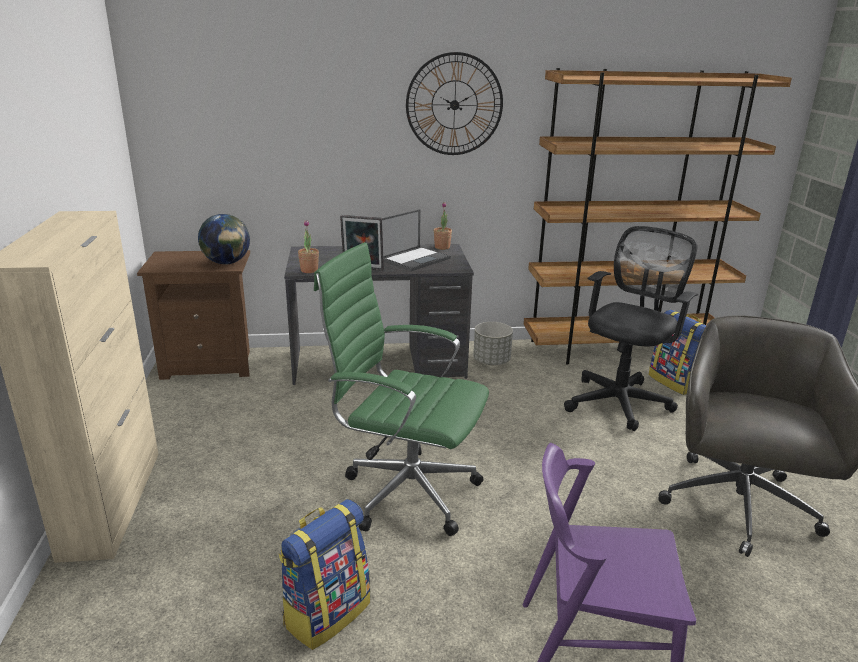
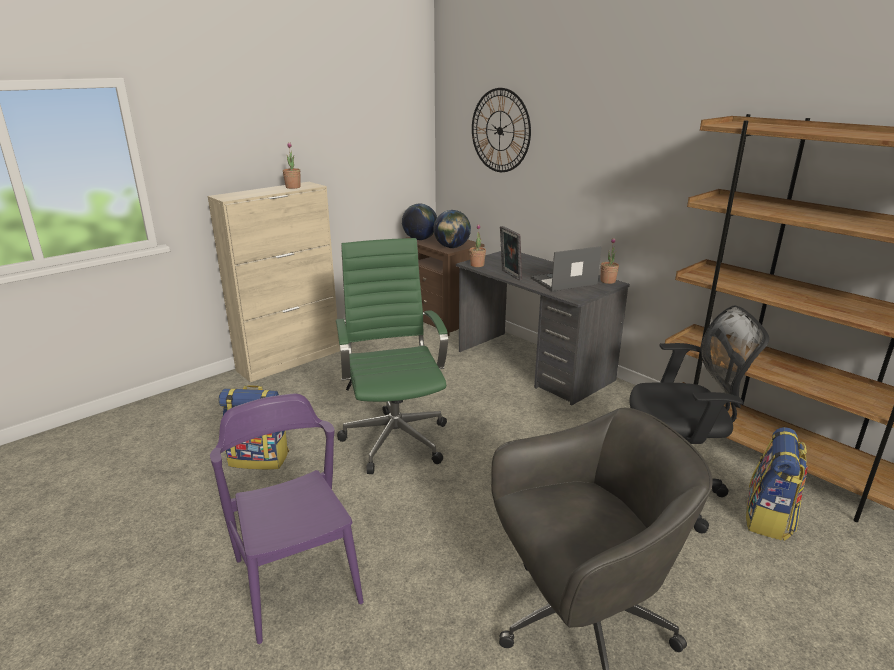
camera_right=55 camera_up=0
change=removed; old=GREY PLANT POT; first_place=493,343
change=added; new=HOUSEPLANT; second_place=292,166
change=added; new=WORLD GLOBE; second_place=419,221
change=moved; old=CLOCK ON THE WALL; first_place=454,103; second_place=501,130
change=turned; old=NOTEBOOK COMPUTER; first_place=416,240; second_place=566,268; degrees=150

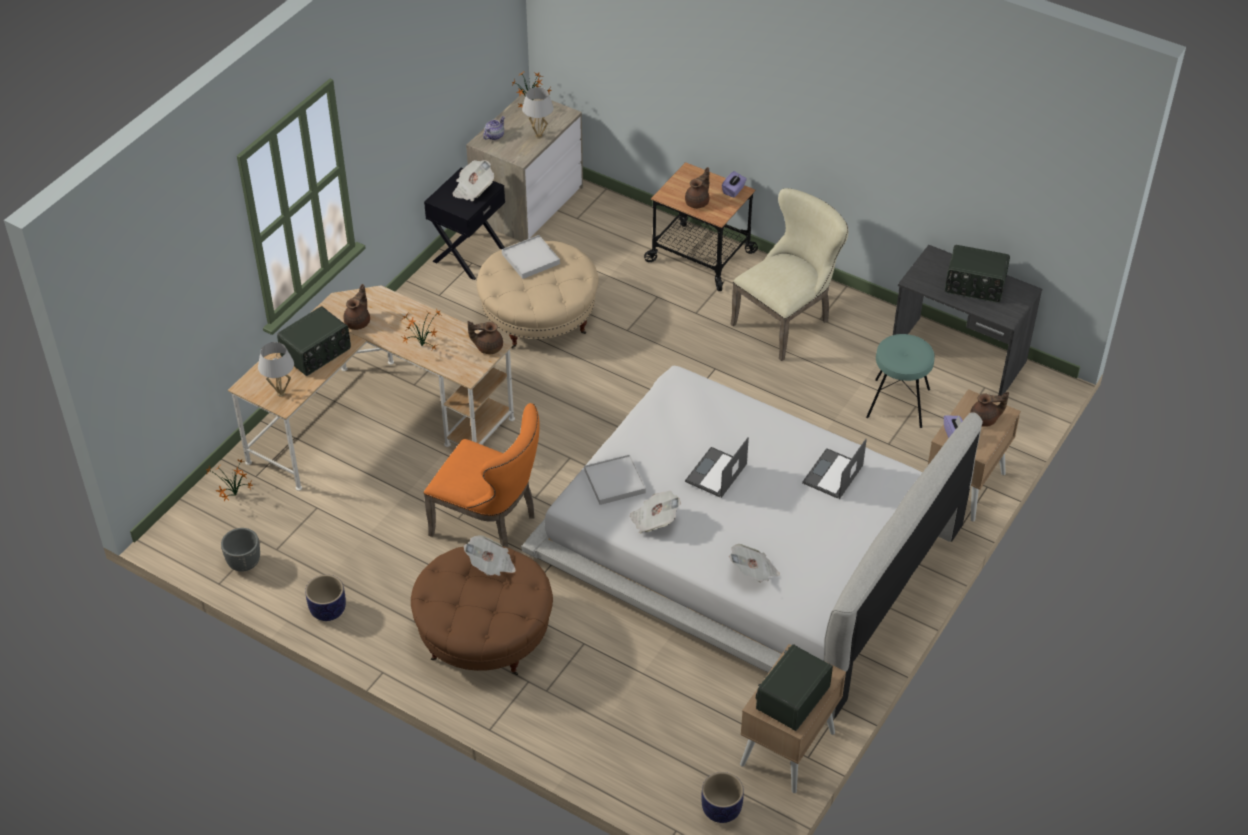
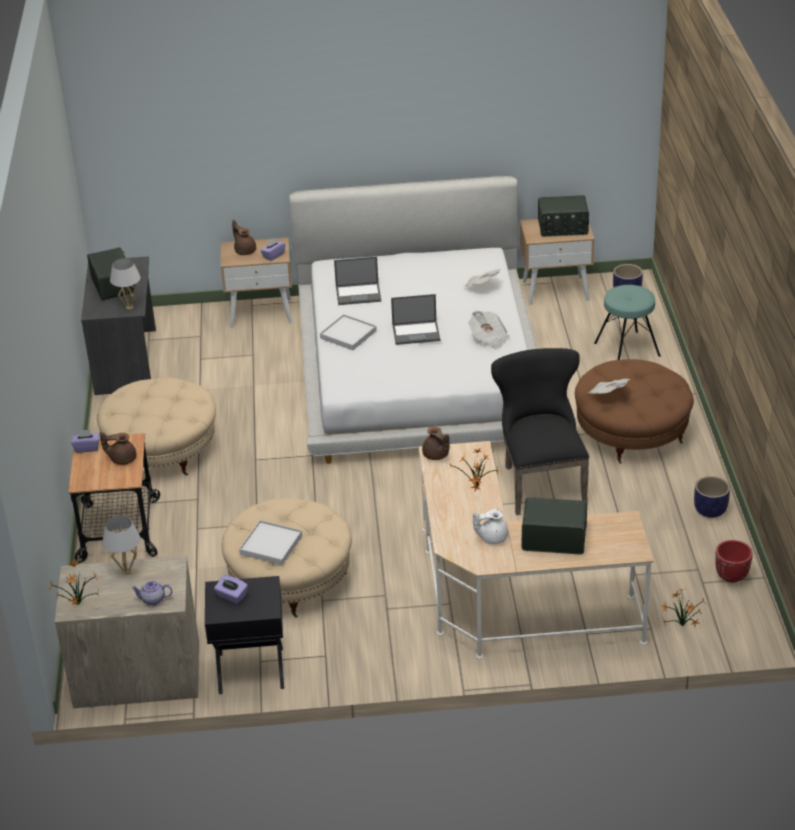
camera_right=-125 camera_up=-10
change=moved; old=WHITE-COLOURED TABLE LAMP; first_place=276,369; second_place=125,284
change=moved; old=WHITE-COLOURED SERVING TRAY; first_place=615,479; second_place=348,332
change=moved; old=TURQUOISE STOOL SEAT; first_place=900,381; second_place=627,322
change=replaced; old=NEWSPAPER; new=PURPLISH TISSUE HOLDER; first_place=473,180; second_place=231,589
change=replaced; old=BEIGE CHAIR; new=BEIGE OTTOMAN; first_place=789,274; second_place=156,426
change=recoloured; old=GREY PLANT POT; new=RED-COLOURED PLANT POT; first_place=240,550; second_place=734,561
change=recoloured; old=BROWN-COLOURED TEAPOT; new=WHITE-COLOURED TEAPOT; first_place=357,307; second_place=490,526
change=recoloured; old=ORANGEY CHAIR; new=BLACK CHAIR; first_place=482,475; second_place=540,431

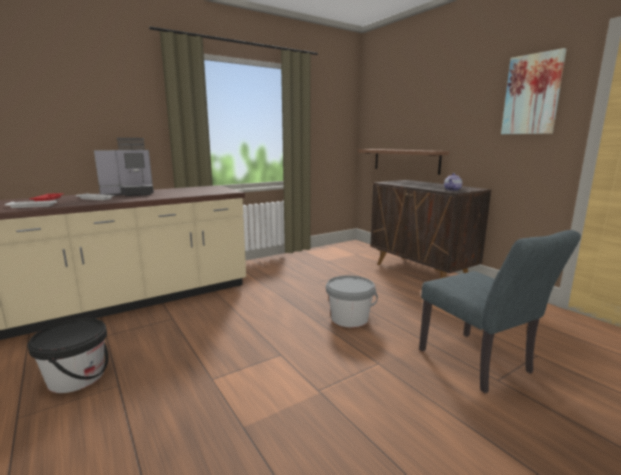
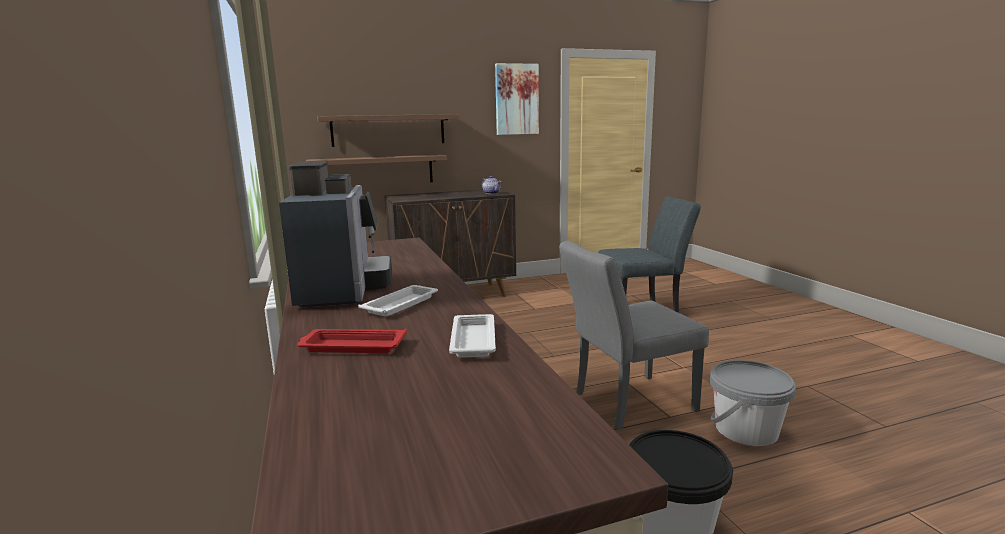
camera_right=-75 camera_up=0
change=added; new=SHELF; second_place=388,130
change=added; new=GREY CHAIR; second_place=634,335
change=moved; old=GREY PAIL; first_place=352,301; second_place=753,403

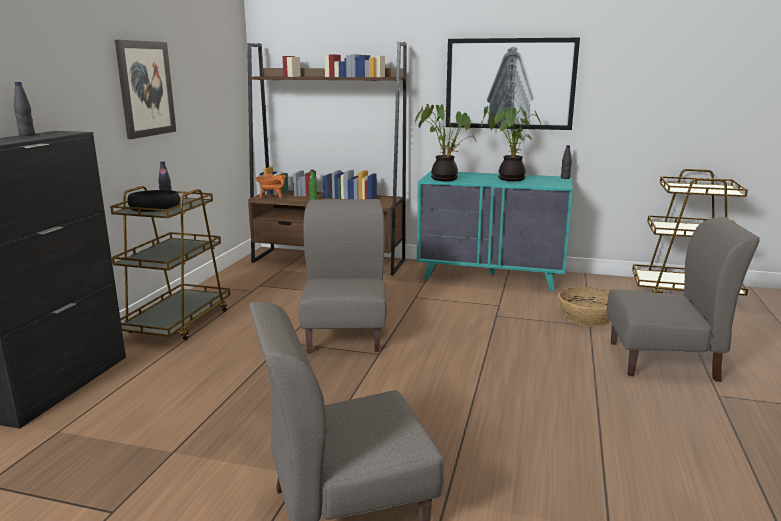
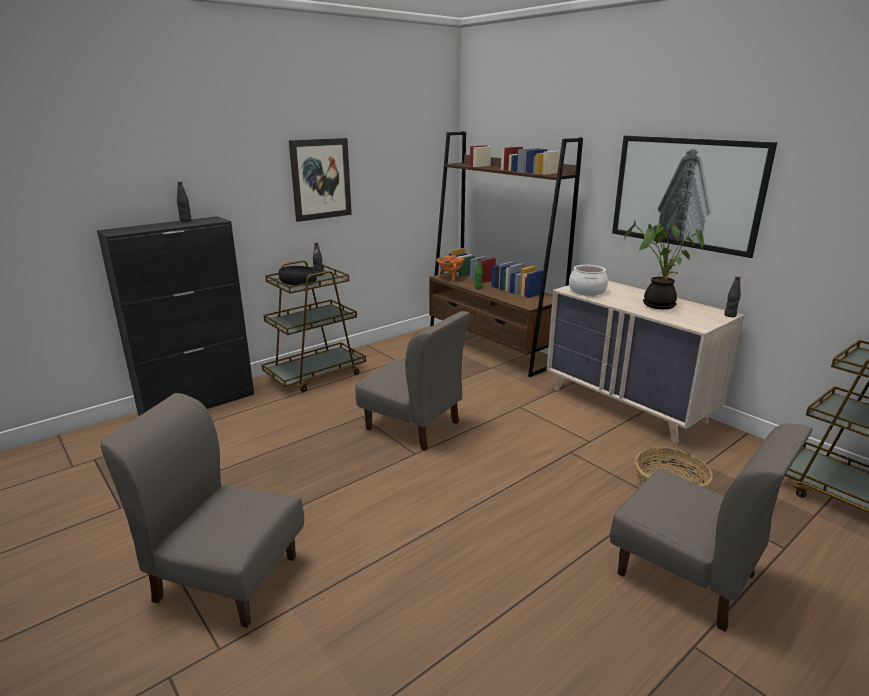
camera_right=35 camera_up=5
change=replaced; old=HOUSEPLANT; new=COOKING POT; first_place=445,142; second_place=588,280
change=recoloured; old=TURQUOISE DRESSER; new=BEIGE DRESSER; first_place=495,231; second_place=645,362
change=turned; old=GREY CHAIR; first_place=342,276; second_place=412,381; degrees=90

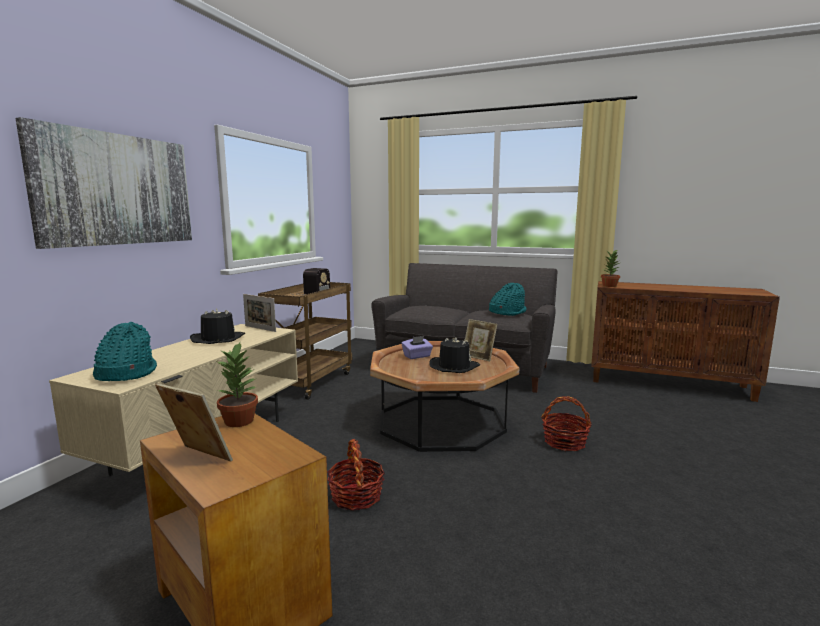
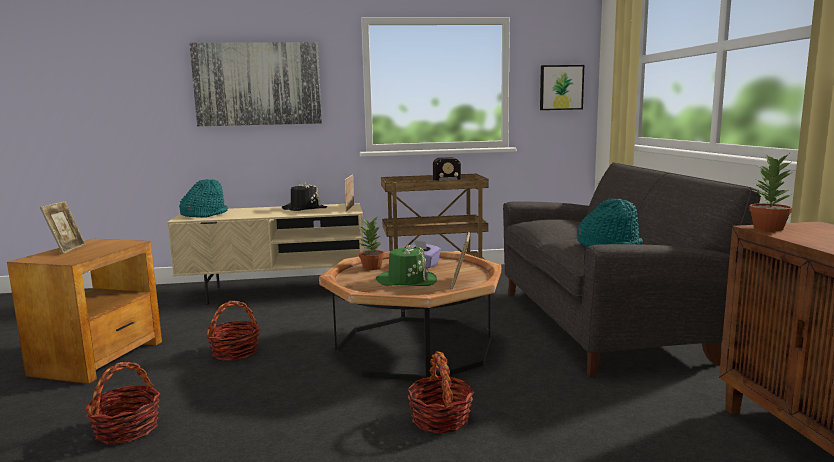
camera_right=60 camera_up=0
change=added; new=STORAGE BASKET; second_place=122,403
change=added; new=PICTURE; second_place=562,87
change=moved; old=HOUSEPLANT; first_place=237,384; second_place=371,243
change=recoloured; old=BLACK HAT; new=GREENISH HAT; first_place=454,355; second_place=406,265

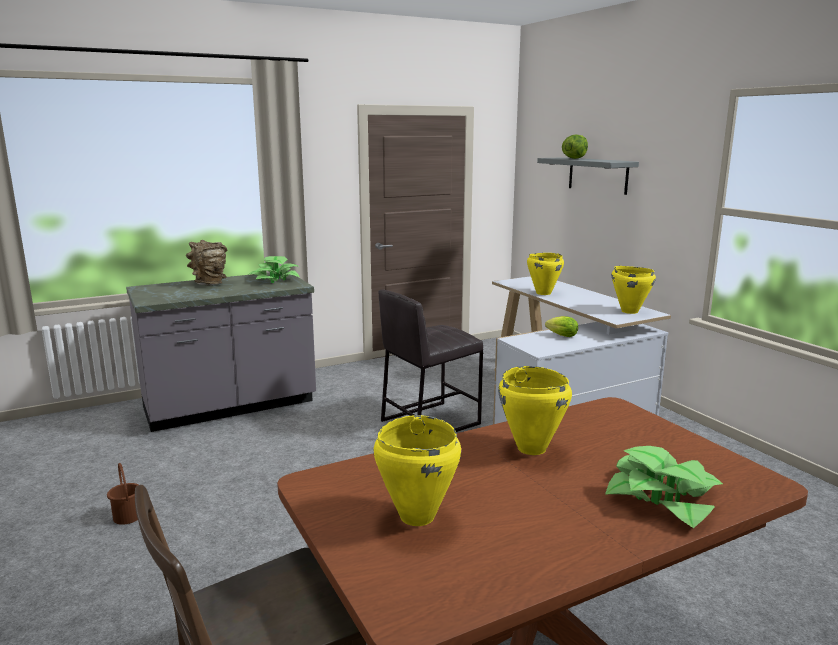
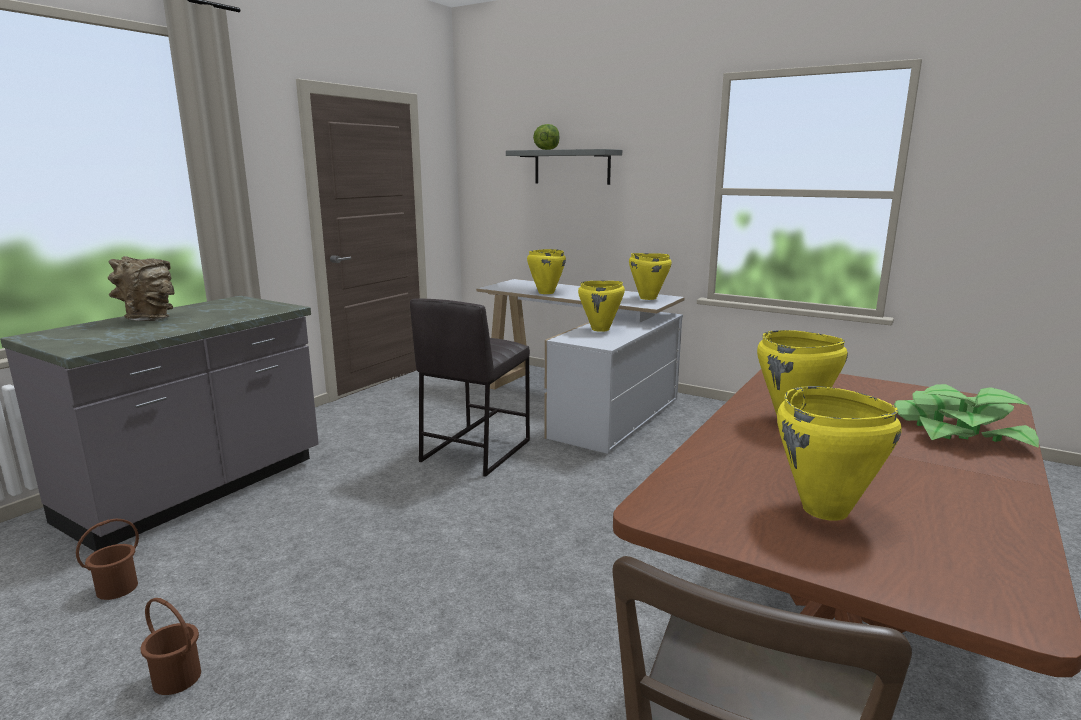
camera_right=-30 camera_up=0
change=removed; old=HOUSEPLANT; first_place=274,269
change=added; new=BROWN-COLOURED PAIL; second_place=107,559
change=replaced; old=LETTUCE; new=YELLOWISH COOKING POT; first_place=561,326; second_place=601,306

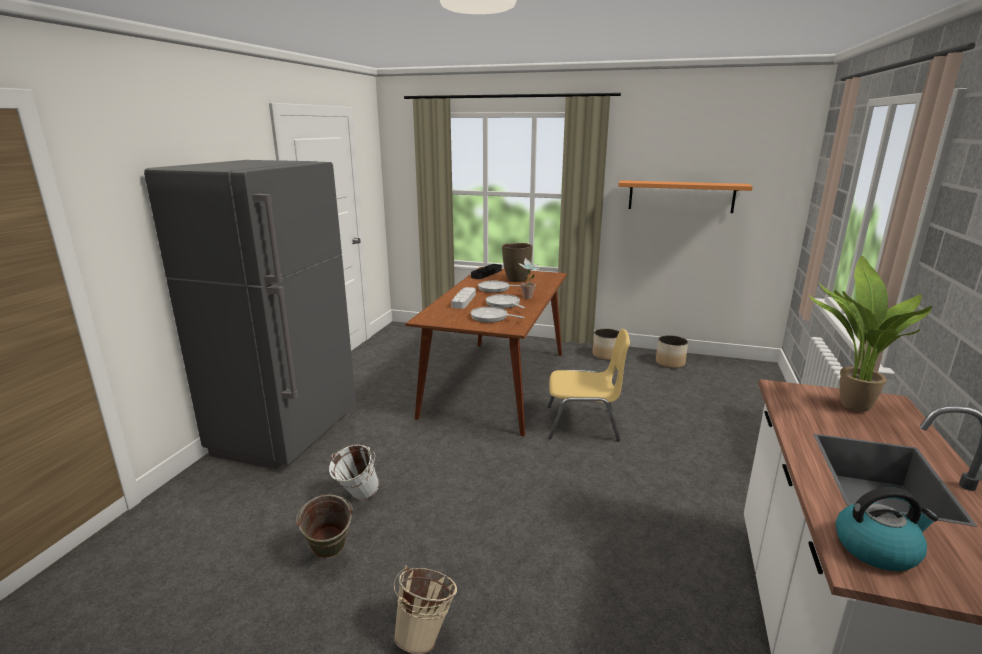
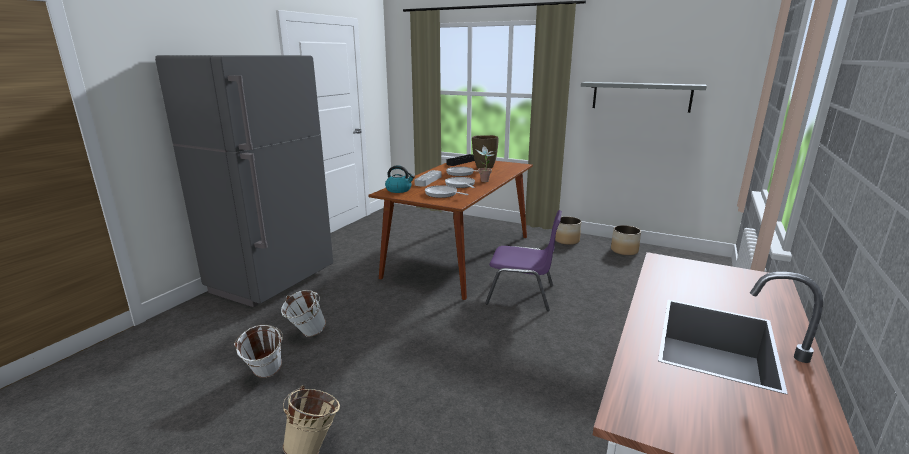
camera_right=10 camera_up=0
change=removed; old=HOUSEPLANT; first_place=870,334
change=moved; old=TEA KETTLE; first_place=887,529; second_place=400,179
change=recoloured; old=GREENISH PAIL; new=WHITE-COLOURED PAIL; first_place=324,526; second_place=258,351
change=recoloured; old=YELLOWISH CHAIR; new=PURPLISH CHAIR; first_place=588,385; second_place=523,260
change=recoloured; old=ORANGEY SHELF; new=GREY SHELF; first_place=685,196; second_place=644,97

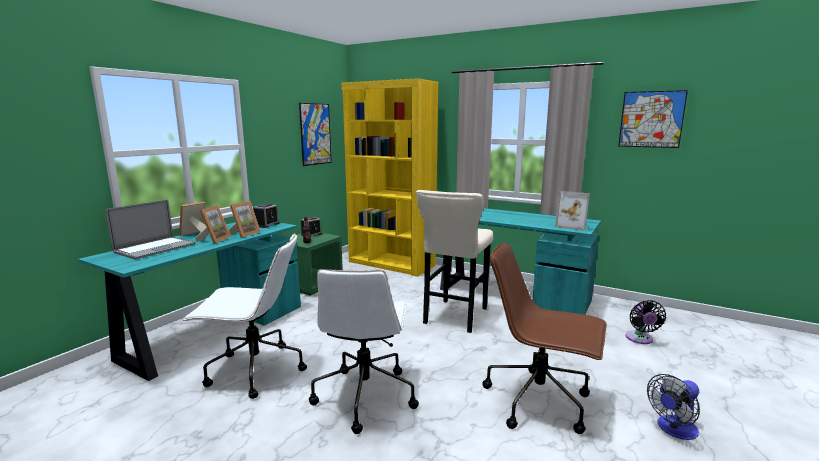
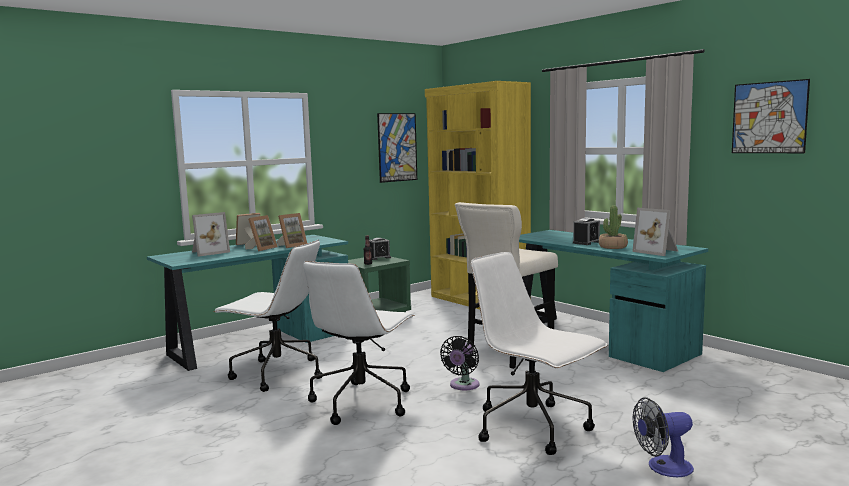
camera_right=20 camera_up=-5
change=added; new=HOUSEPLANT; second_place=613,227
change=moved; old=ALARM CLOCK; first_place=266,215; second_place=586,231
change=moved; old=BLACK FAN; first_place=646,322; second_place=459,363
change=replaced; old=NOTEBOOK COMPUTER; new=STANDING FRAME; first_place=150,229; second_place=211,234
change=recoloured; old=BROWN-COLOURED DESK CHAIR; new=WHITE-COLOURED DESK CHAIR; first_place=544,338; second_place=539,353

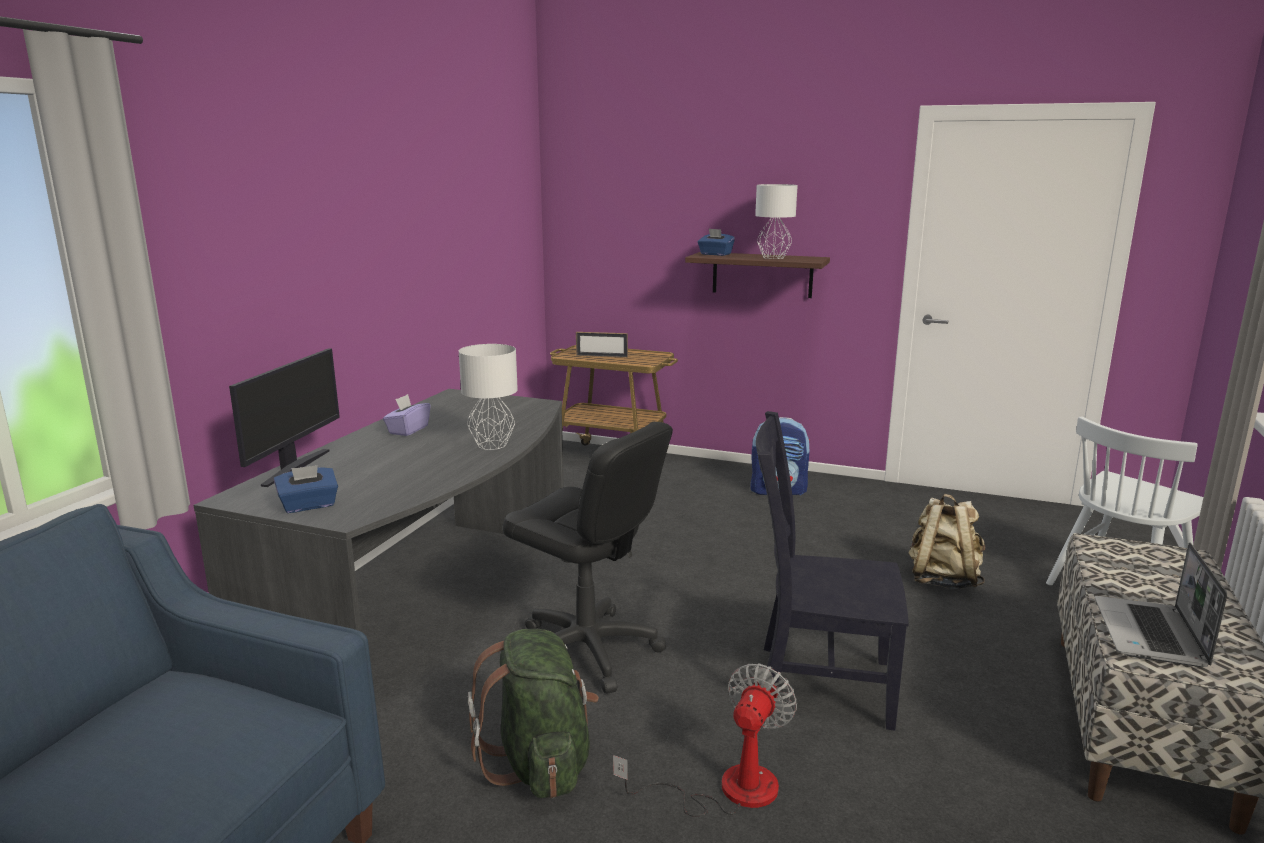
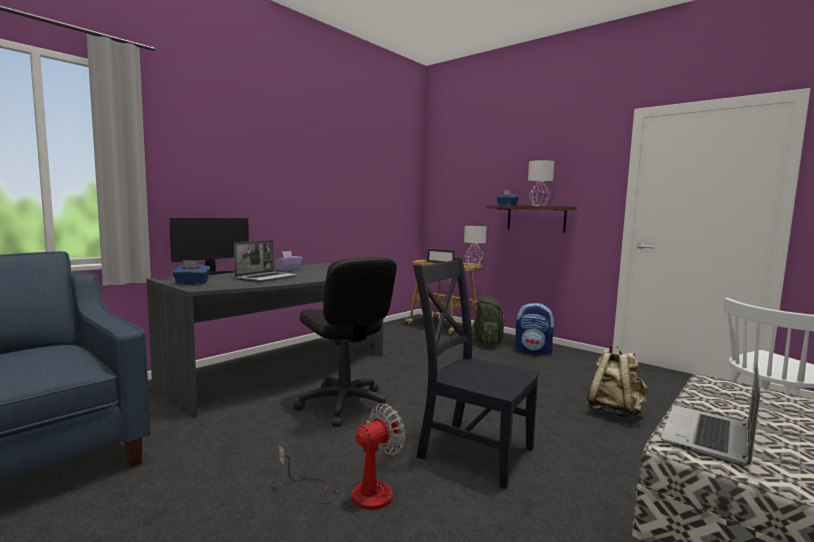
camera_right=20 camera_up=-10
change=added; new=NOTEBOOK COMPUTER; second_place=266,261
change=moved; old=GREY TABLE LAMP; first_place=488,397; second_place=475,245
change=moved; old=GREENISH KNAPSACK; first_place=533,713; second_place=488,320

